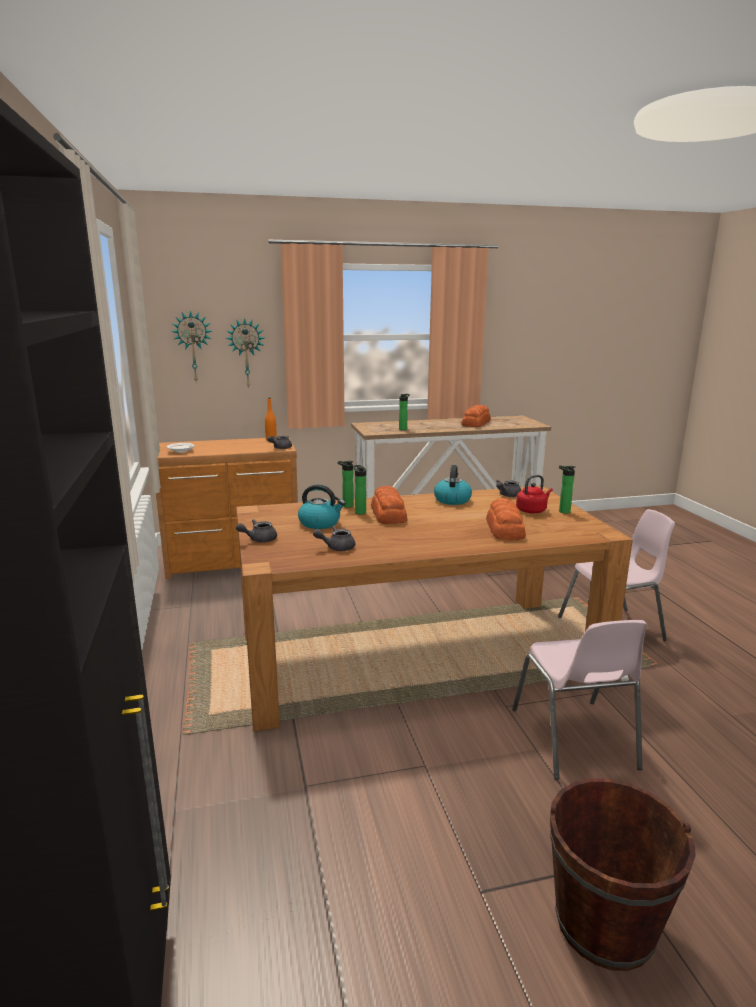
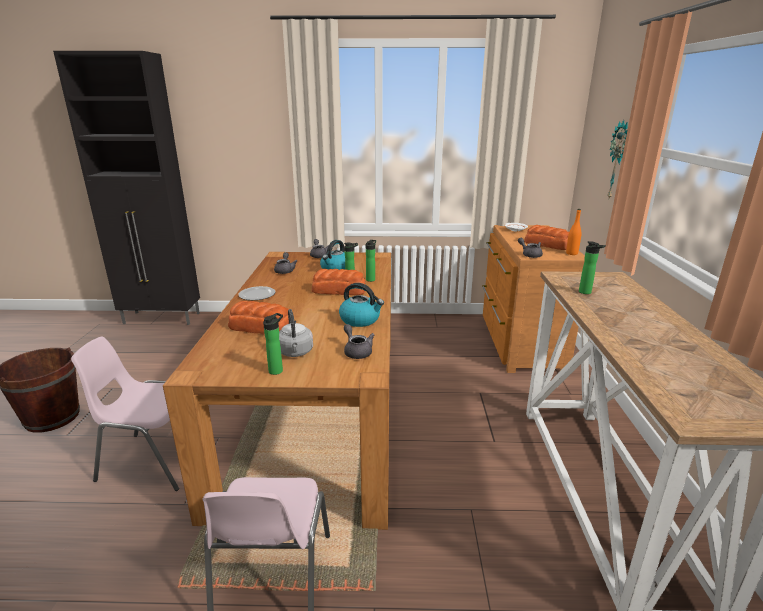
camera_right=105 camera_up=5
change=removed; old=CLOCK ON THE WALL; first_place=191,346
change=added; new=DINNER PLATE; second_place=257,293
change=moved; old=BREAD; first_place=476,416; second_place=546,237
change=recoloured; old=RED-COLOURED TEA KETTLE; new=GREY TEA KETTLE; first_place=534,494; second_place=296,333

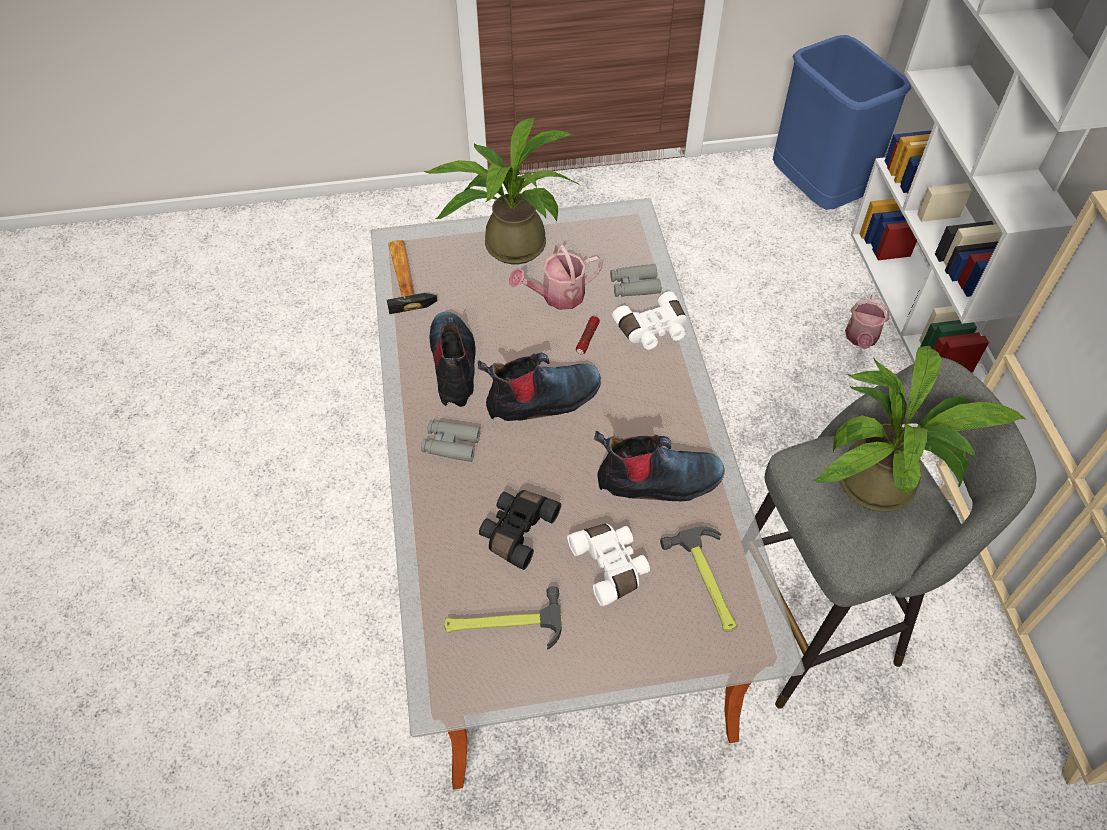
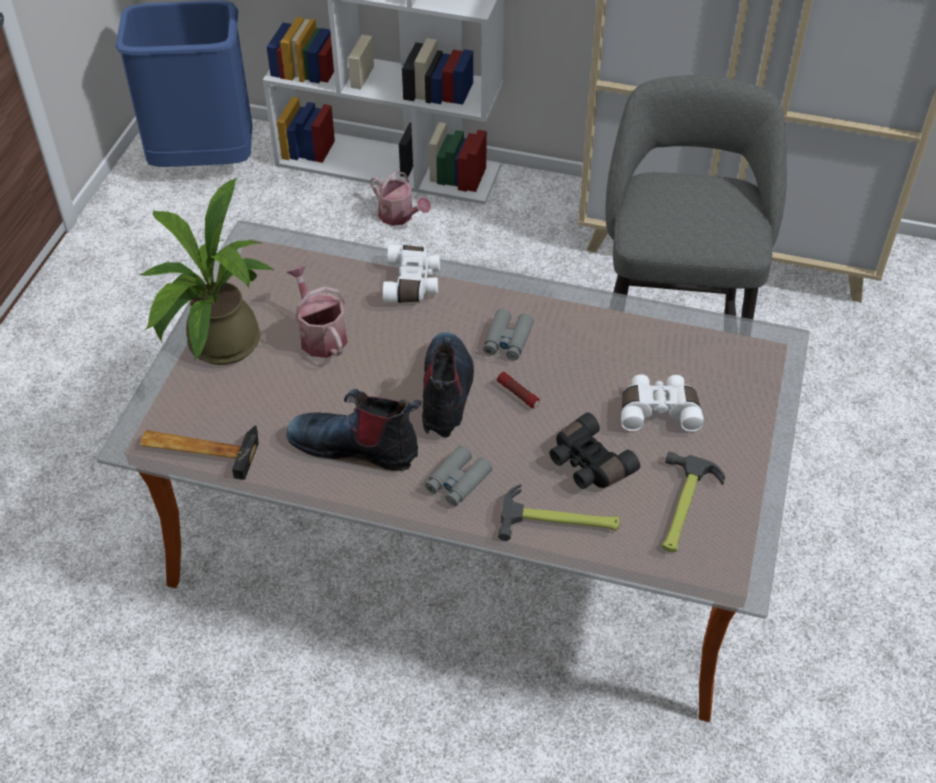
camera_right=-65 camera_up=-5
change=removed; old=TALL BOOT; first_place=659,466
change=removed; old=HOUSEPLANT; first_place=920,429
change=moved; old=HAND TORCH; first_place=588,335; second_place=518,390
change=moved; old=GREY PAIR OF BINOCULARS; first_place=635,280; second_place=508,334
change=moved; old=TOOL HAMMER; first_place=699,579; second_place=559,512
change=turned; old=SPRINKLING CAN; first_place=556,277; second_place=316,311; degrees=150

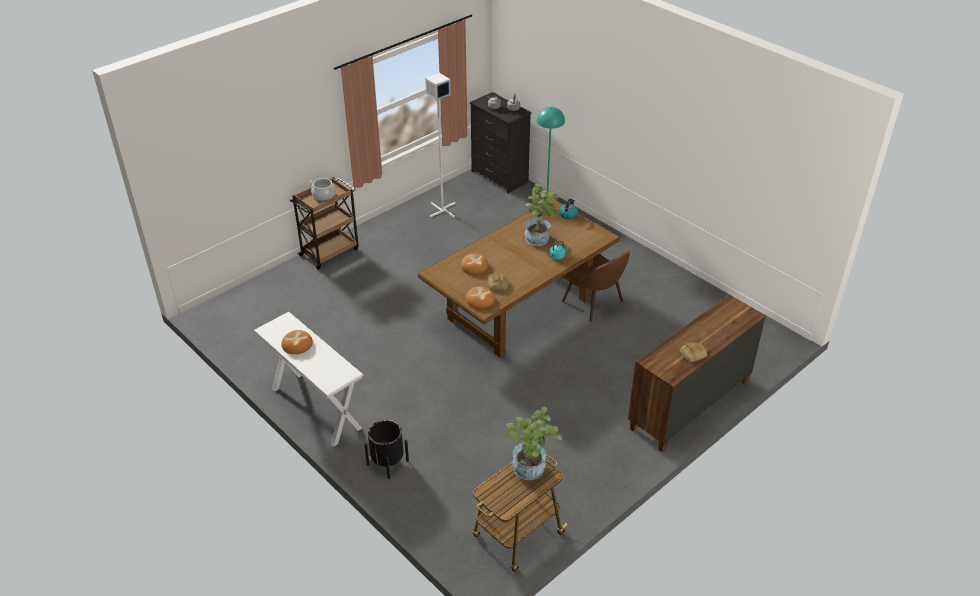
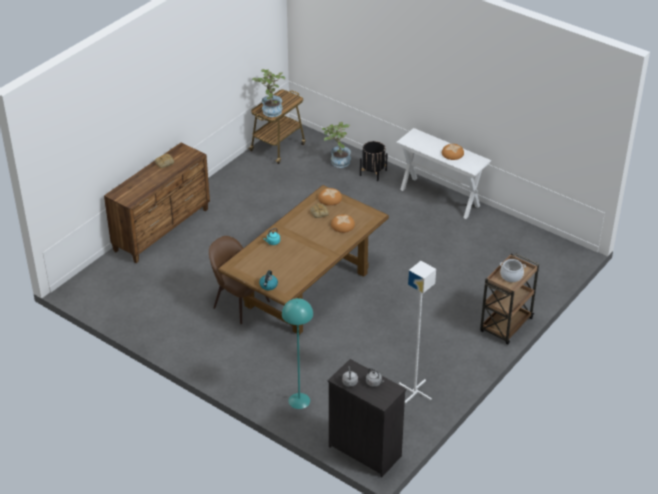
camera_right=170 camera_up=0
change=moved; old=HOUSEPLANT; first_place=543,215; second_place=336,145

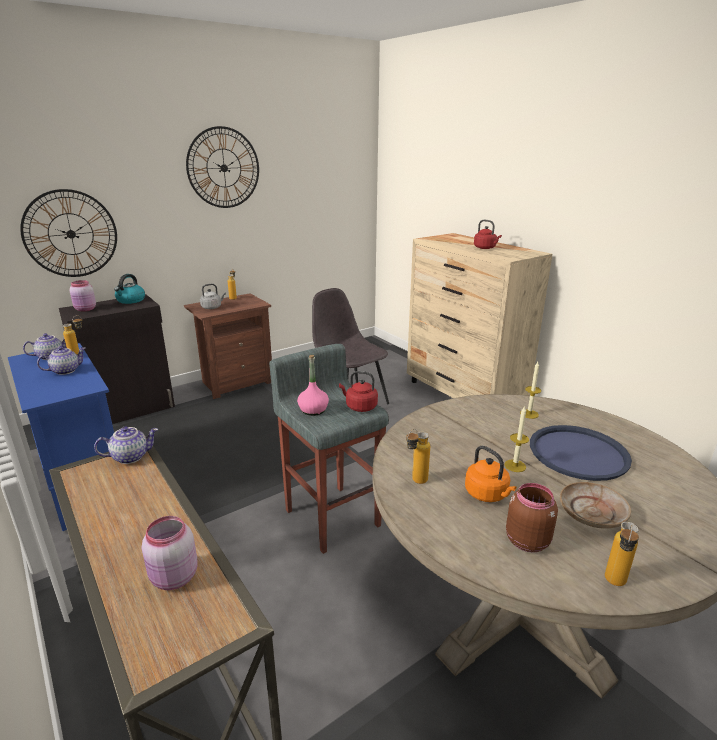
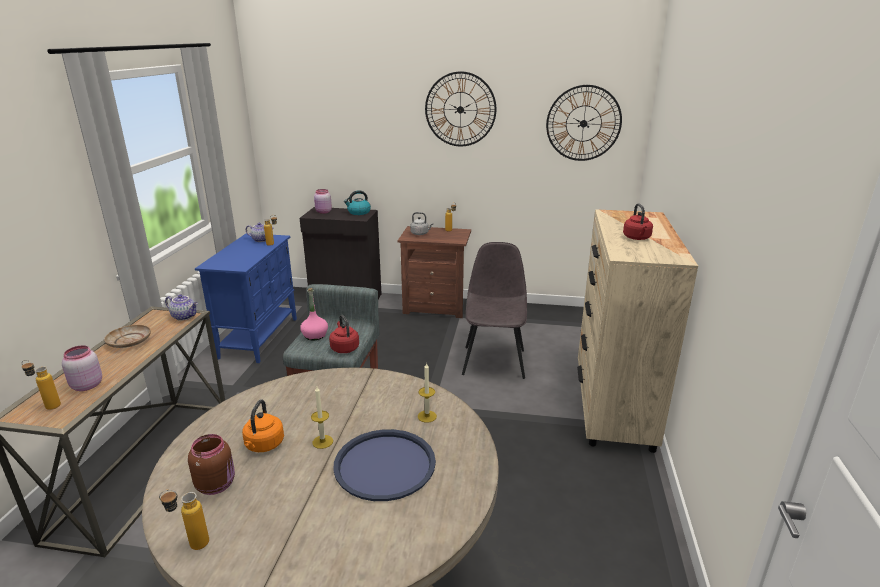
camera_right=45 camera_up=0
change=removed; old=TEAPOT; first_place=61,360
change=moved; old=CLOCK ON THE WALL; first_place=68,233; second_place=584,123
change=moved; old=DRINK BOTTLE; first_place=418,456; second_place=41,385
change=moved; old=BEIGE DINNER PLATE; first_place=595,505; second_place=127,336

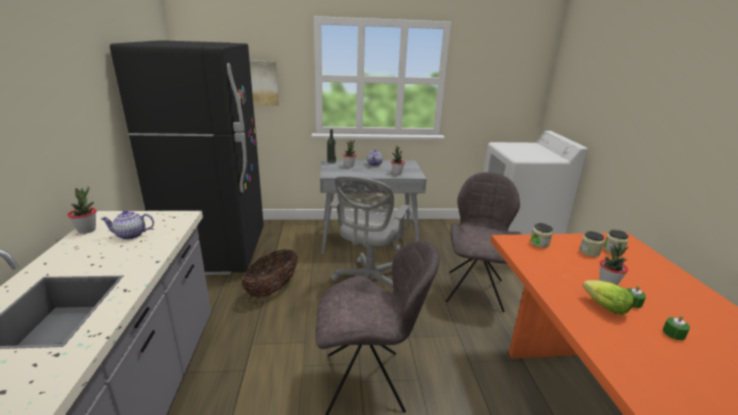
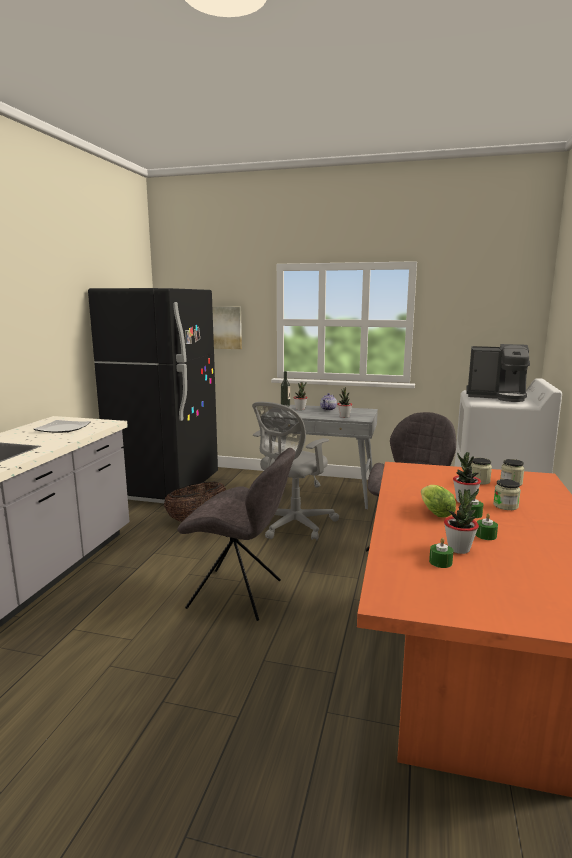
camera_right=20 camera_up=-10
change=added; new=GREENISH CANDLE; second_place=441,553
change=added; new=COFFEE BREWER; second_place=498,373
change=moved; old=HOUSEPLANT; first_place=82,210; second_place=461,521
change=moved; old=PRESERVE JAR; first_place=541,235; second_place=507,494
change=replaced; old=TEAPOT; new=DINNER PLATE; first_place=127,225; second_place=62,426

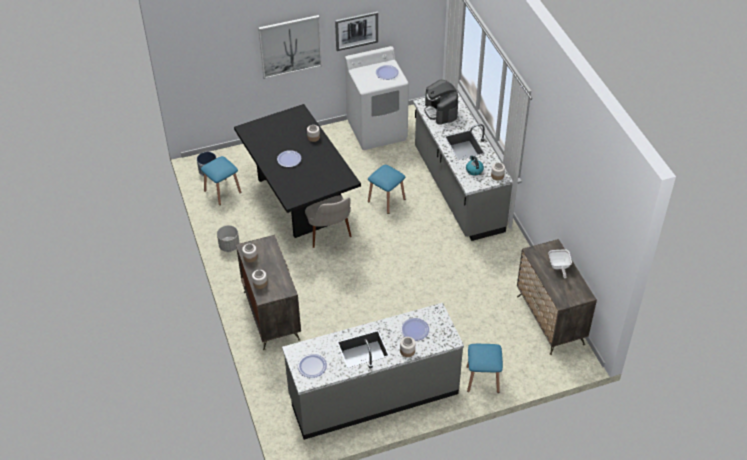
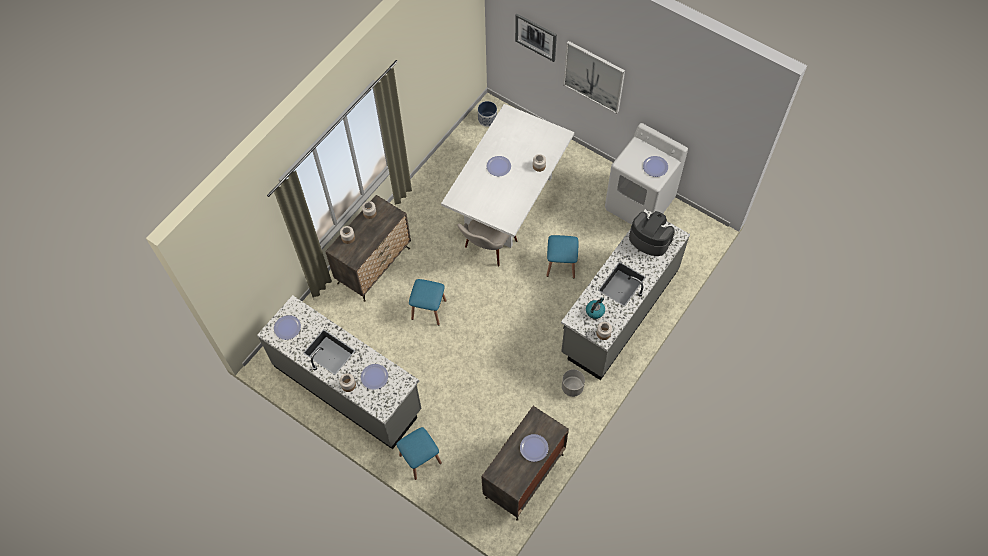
camera_right=55 camera_up=15
change=moved; old=BLUE-COLOURED STOOL SEAT; first_place=221,180; second_place=428,302
change=moved; old=GREY PLANT POT; first_place=228,238; second_place=573,383
change=moved; old=PICTURE; first_place=356,31; second_place=536,38
change=replaced; old=PAN; new=DINNER PLATE; first_place=560,264; second_place=534,448
change=recoloured; old=BLACK DINNER TABLE; new=WHITE-COLOURED DINNER TABLE; first_place=297,171; second_place=507,176
change=turned; old=COFFEE BREWER; first_place=441,102; second_place=652,233; degrees=90

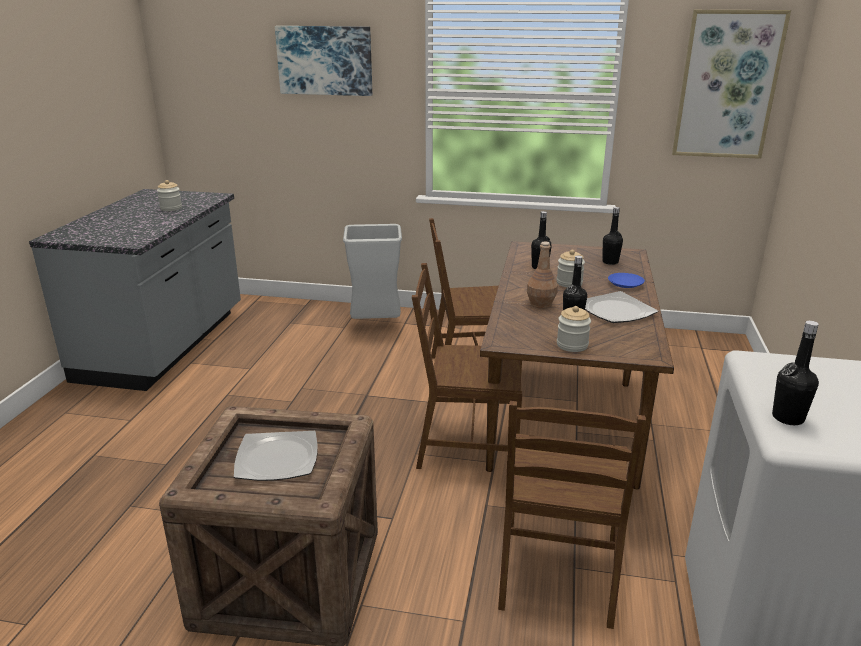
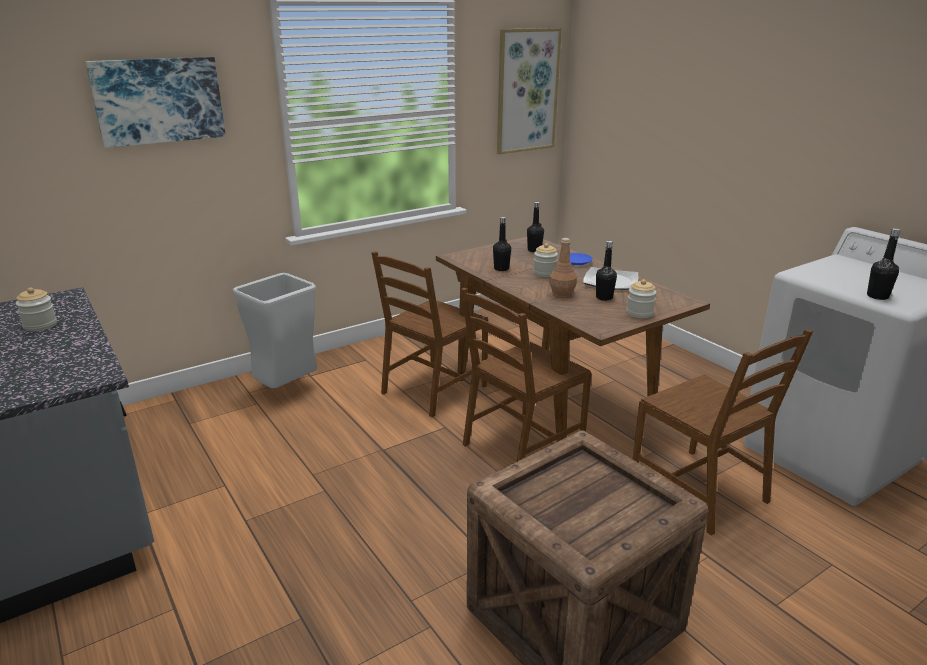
camera_right=-45 camera_up=0
change=removed; old=DINNER PLATE; first_place=276,456

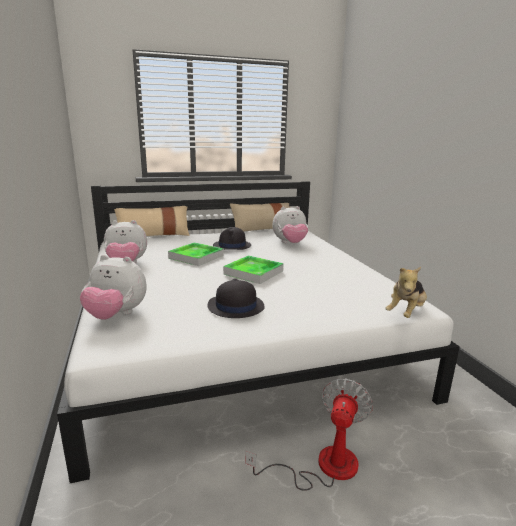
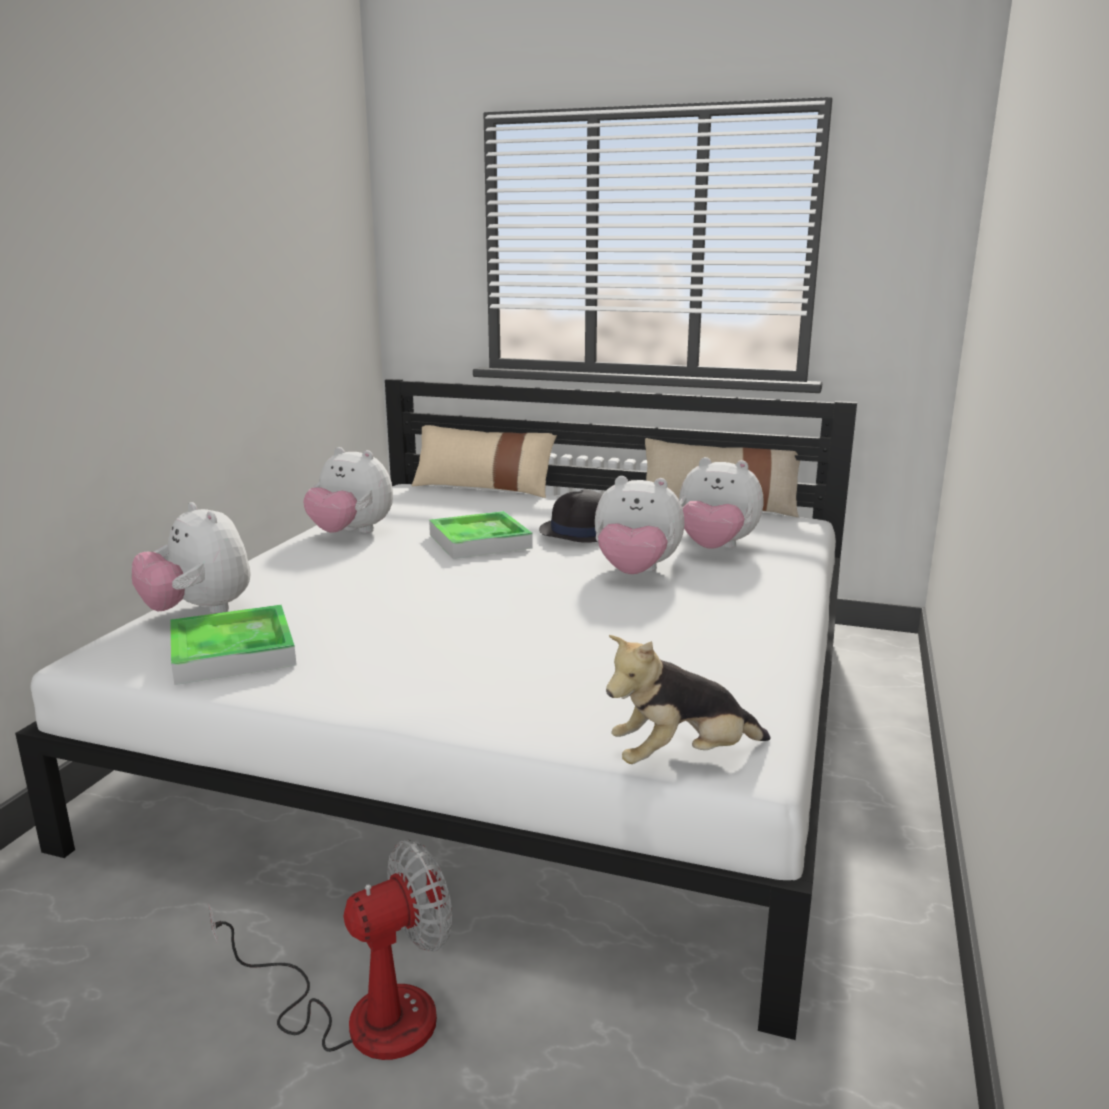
camera_right=35 camera_up=0
change=removed; old=BLACK HAT; first_place=236,298
change=added; new=CUDDLY TOY; second_place=639,525
change=moved; old=SERVING TRAY; first_place=253,269; second_place=233,644

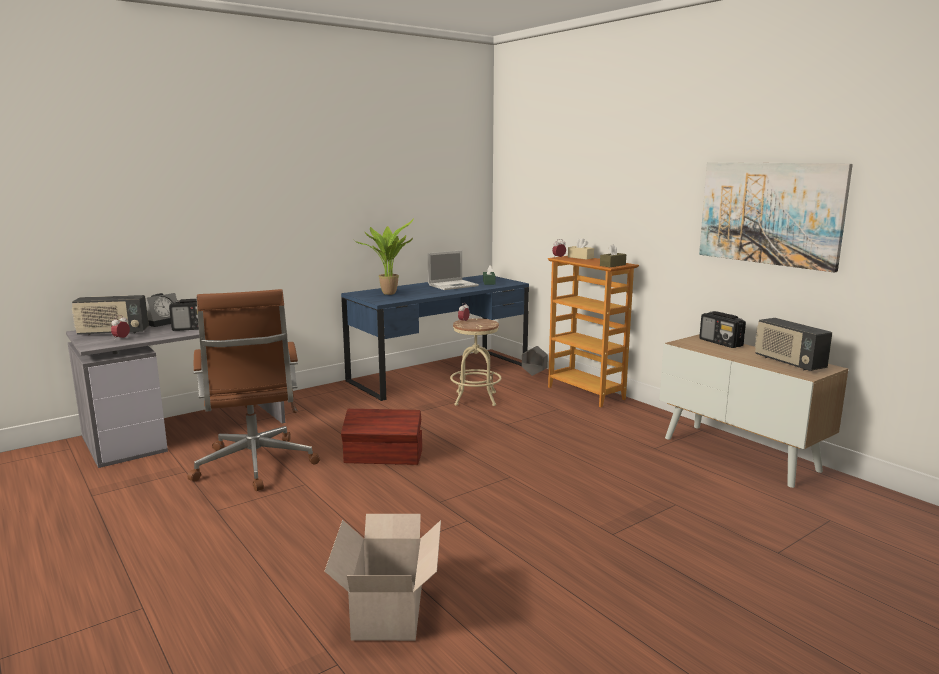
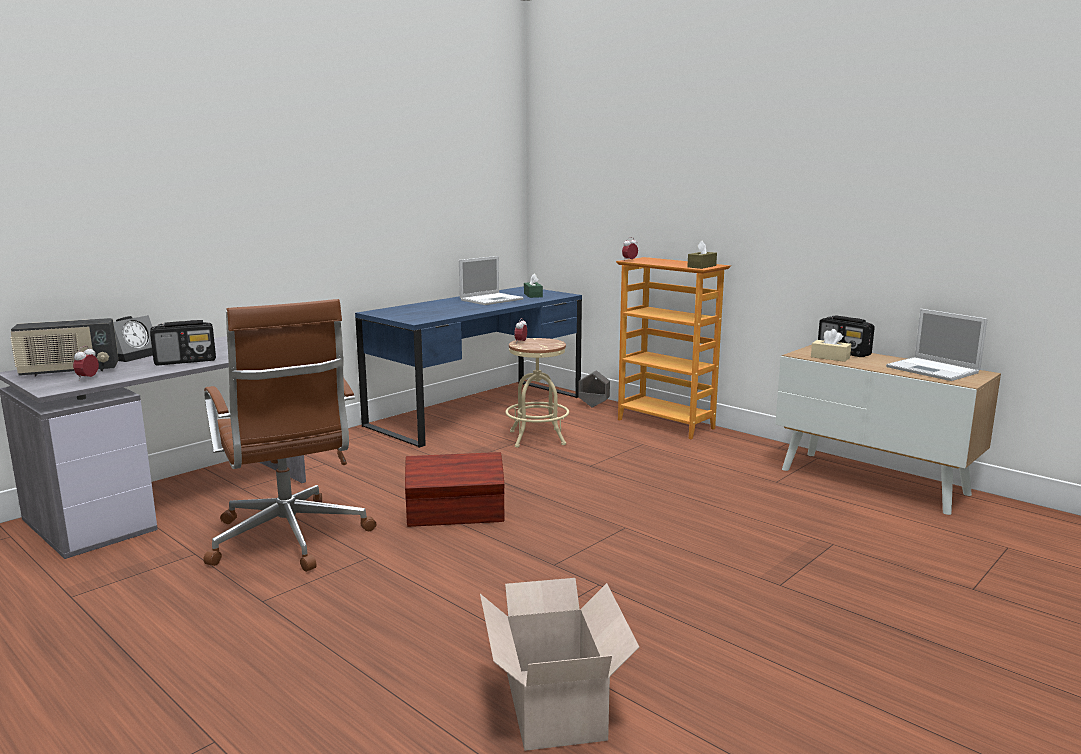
camera_right=-10 camera_up=0
change=removed; old=HOUSEPLANT; first_place=384,256
change=removed; old=PICTURE; first_place=776,217
change=moved; old=BEIGE TISSUE HOLDER; first_place=581,249; second_place=831,345
change=replaced; old=RADIO SET; new=NOTEBOOK COMPUTER; first_place=793,344; second_place=937,345

